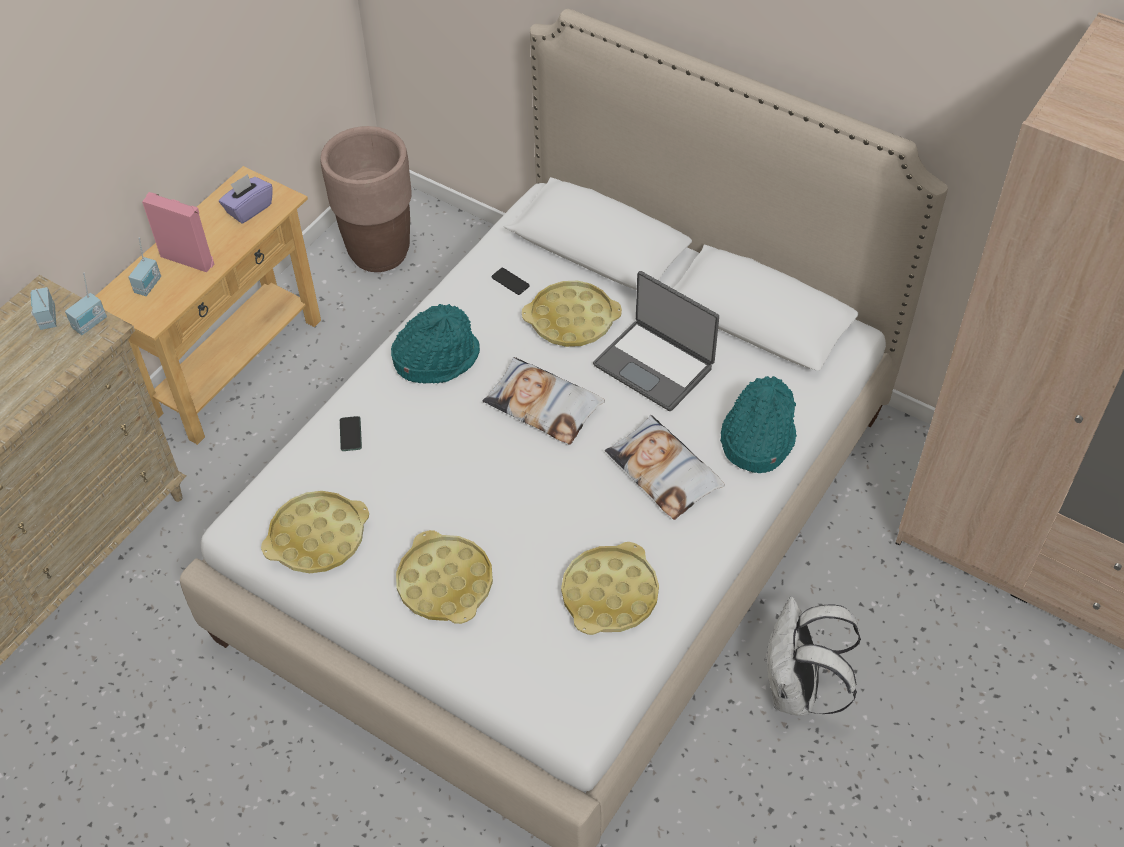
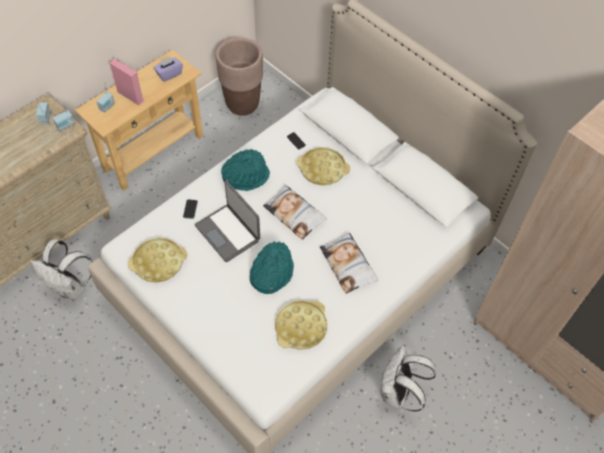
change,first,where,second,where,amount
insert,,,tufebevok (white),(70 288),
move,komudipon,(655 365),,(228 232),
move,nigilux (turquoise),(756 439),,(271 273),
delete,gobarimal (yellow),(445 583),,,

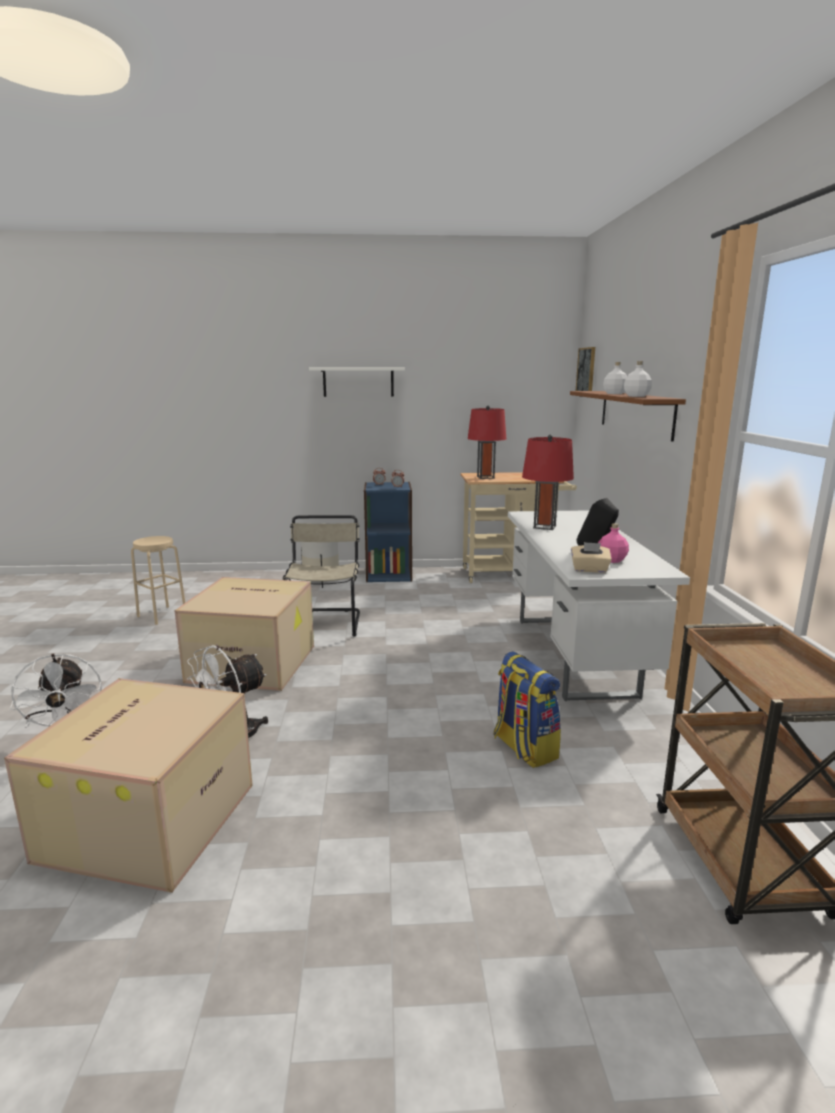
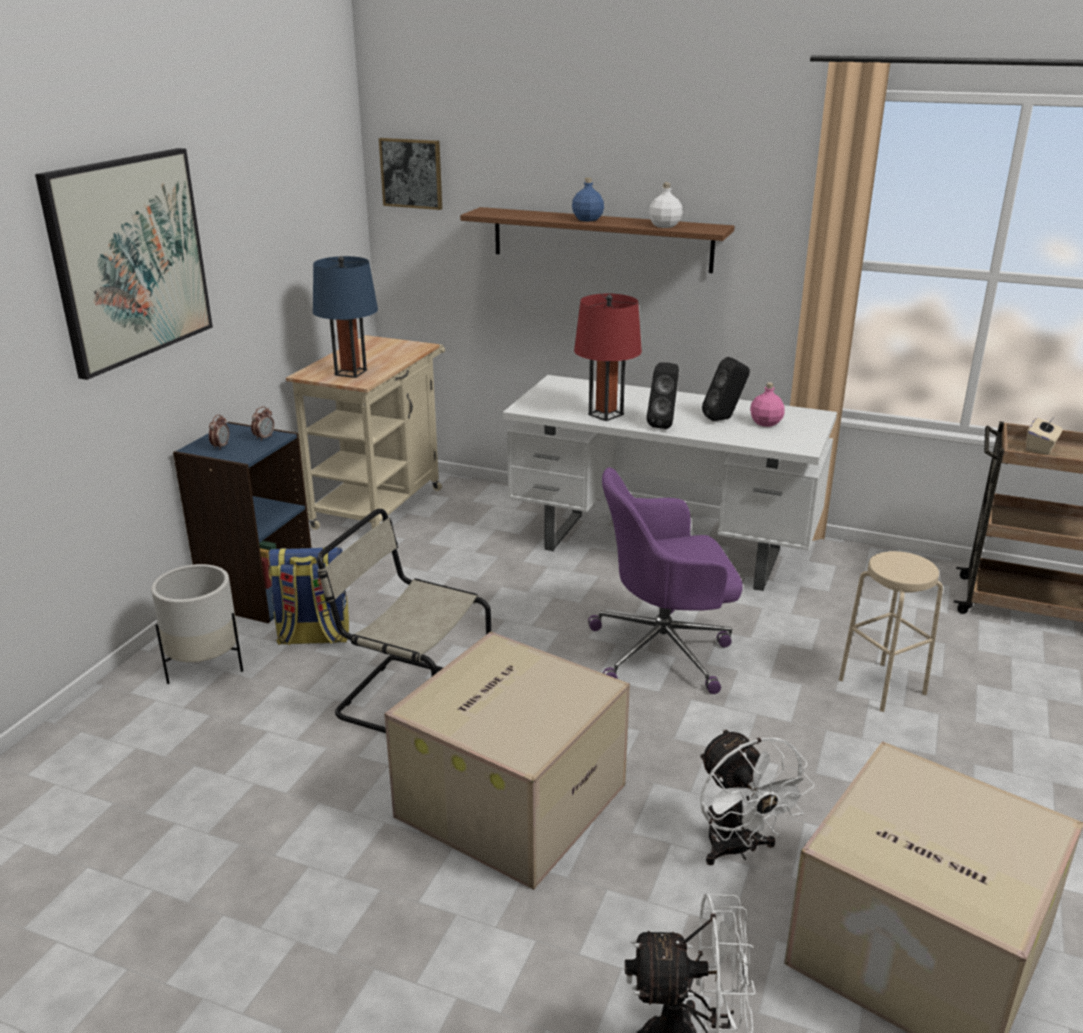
change,first,where,second,where,amount
replace,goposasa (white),(358 381),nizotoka,(129 259),
move,tufebevok,(523 748),,(313 637),
recolor,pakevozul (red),(485 477),pakevozul (blue),(351 372),
recolor,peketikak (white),(615 393),peketikak (blue),(587 219),
insert,,,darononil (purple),(664 650),
insert,,,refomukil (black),(664 424),
move,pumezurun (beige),(162 615),,(882 686),
move,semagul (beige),(589 569),,(1041 447),

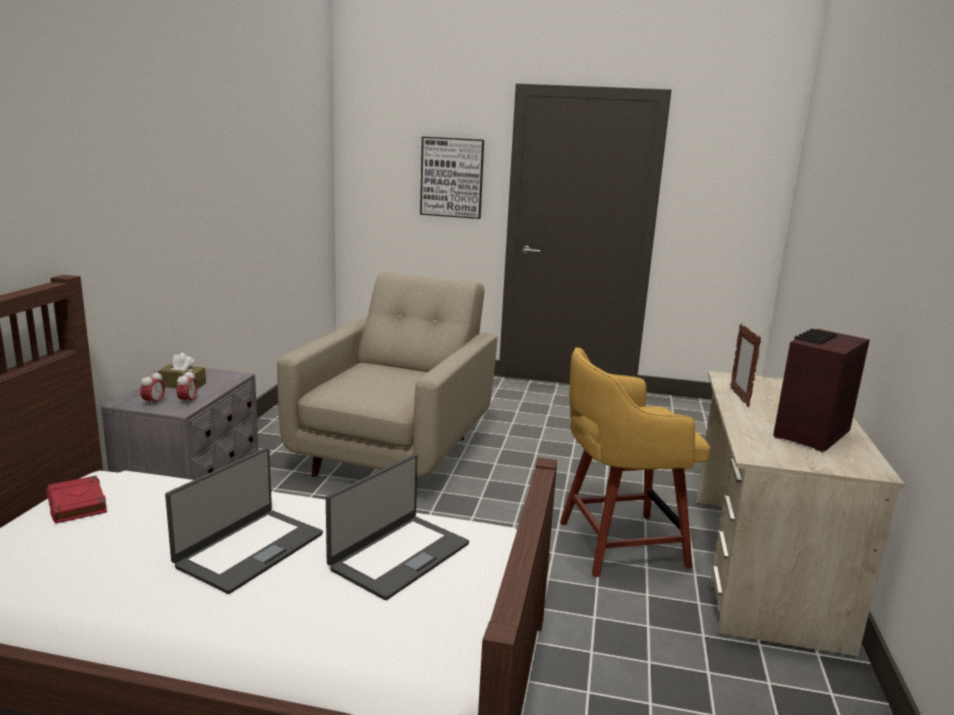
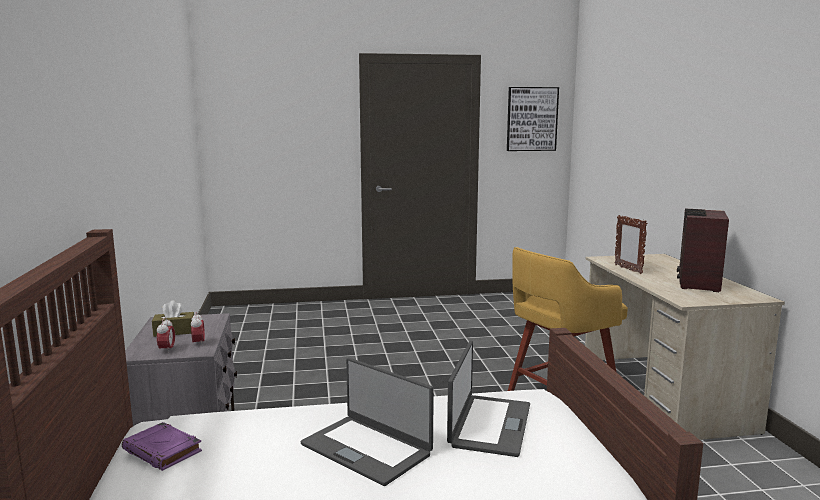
change,first,where,second,where,amount
recolor,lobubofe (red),(77 504),lobubofe (purple),(163 451),
rotate,komudipon,(249 549),,(367 449),120 degrees clockwise
move,nizotoka,(452 177),,(531 119),
delete,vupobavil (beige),(396 451),,,

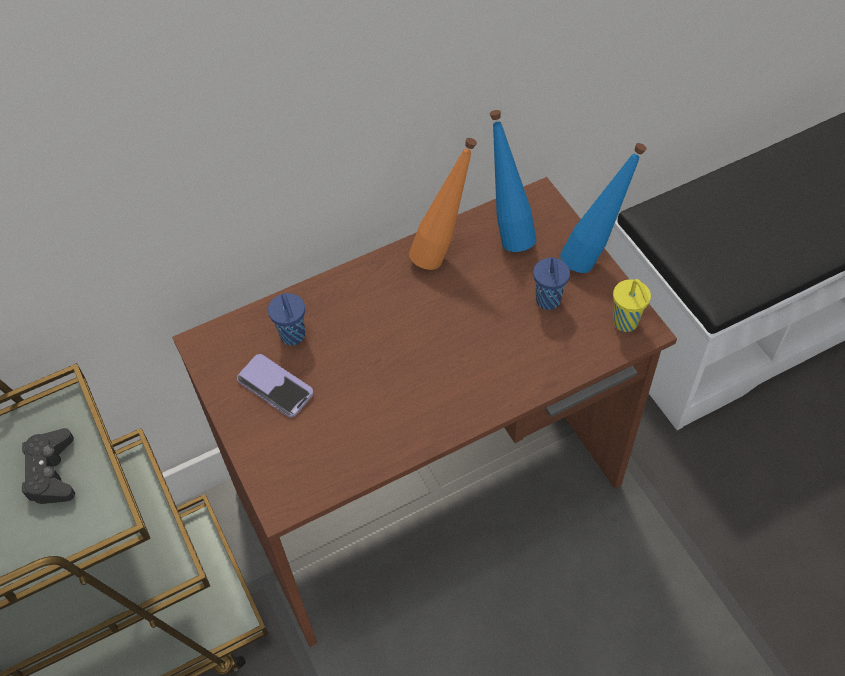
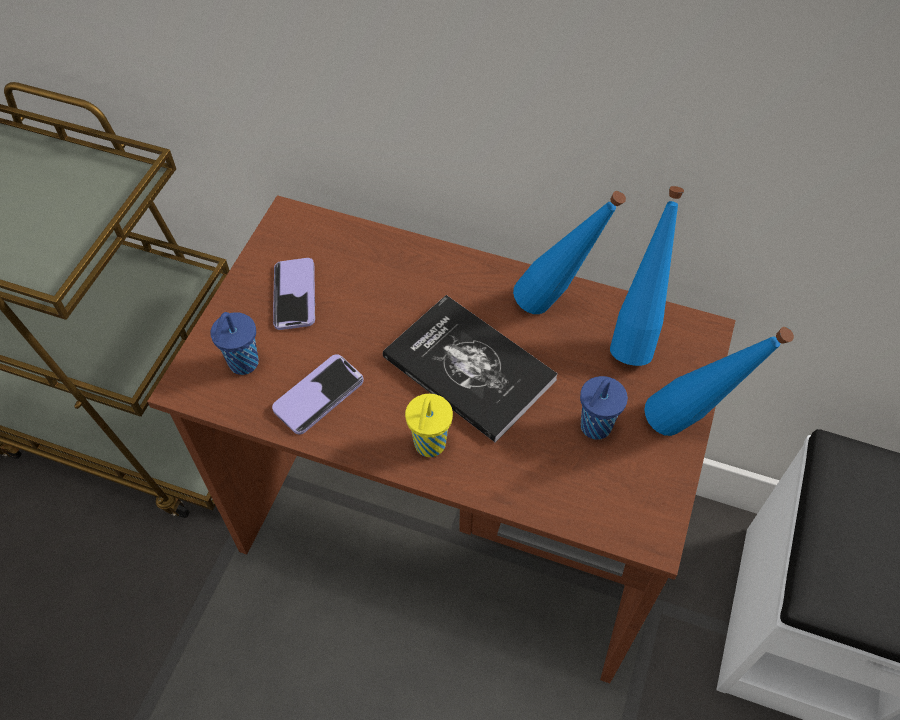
change,first,where,second,where,amount
move,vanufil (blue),(293 337),,(242 364),
insert,,,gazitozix,(319 395),
insert,,,lobubofe,(469 368),
move,vanufil (yellow),(626 323),,(429 446),
recolor,peketikak (orange),(443 252),peketikak (blue),(555 306),
delete,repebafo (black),(51 472),,,

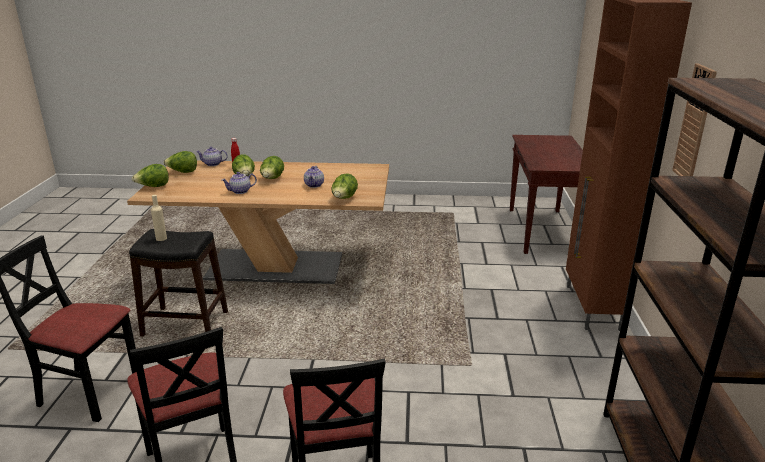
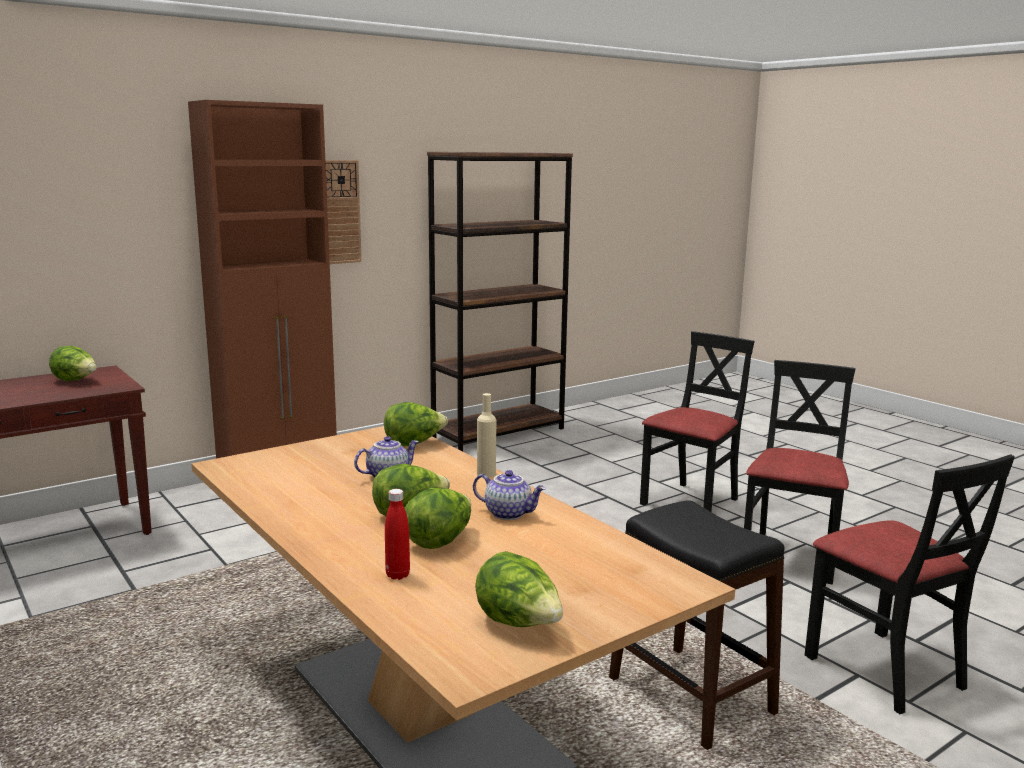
change,first,where,second,where,amount
move,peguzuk,(153 187),,(76 381),
move,peketikak (beige),(161 238),,(486 474),
delete,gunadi,(212 164),,,

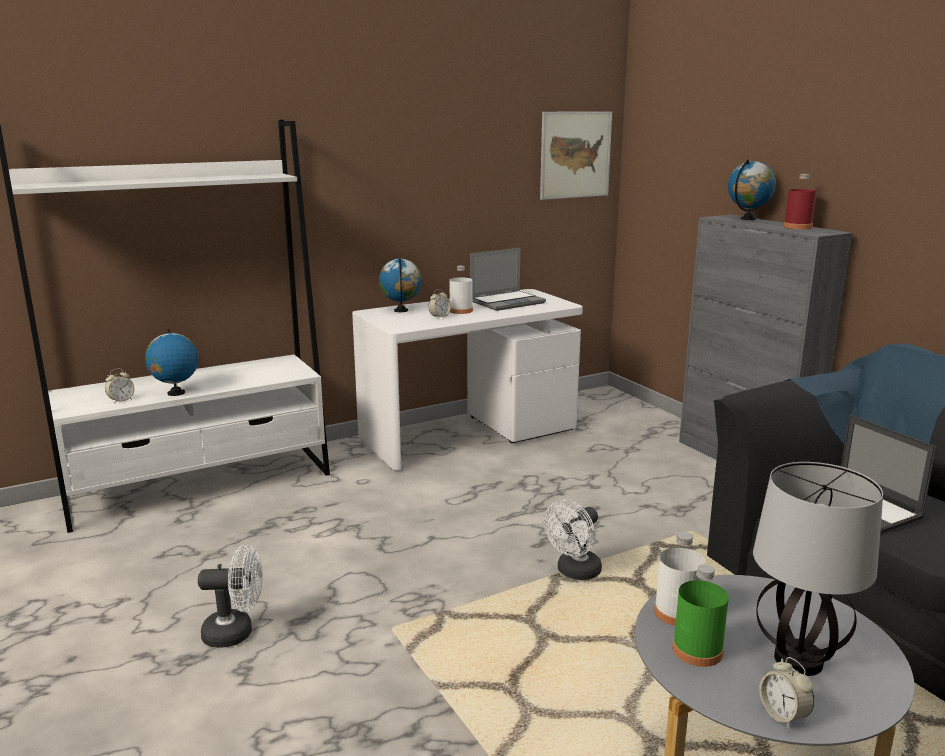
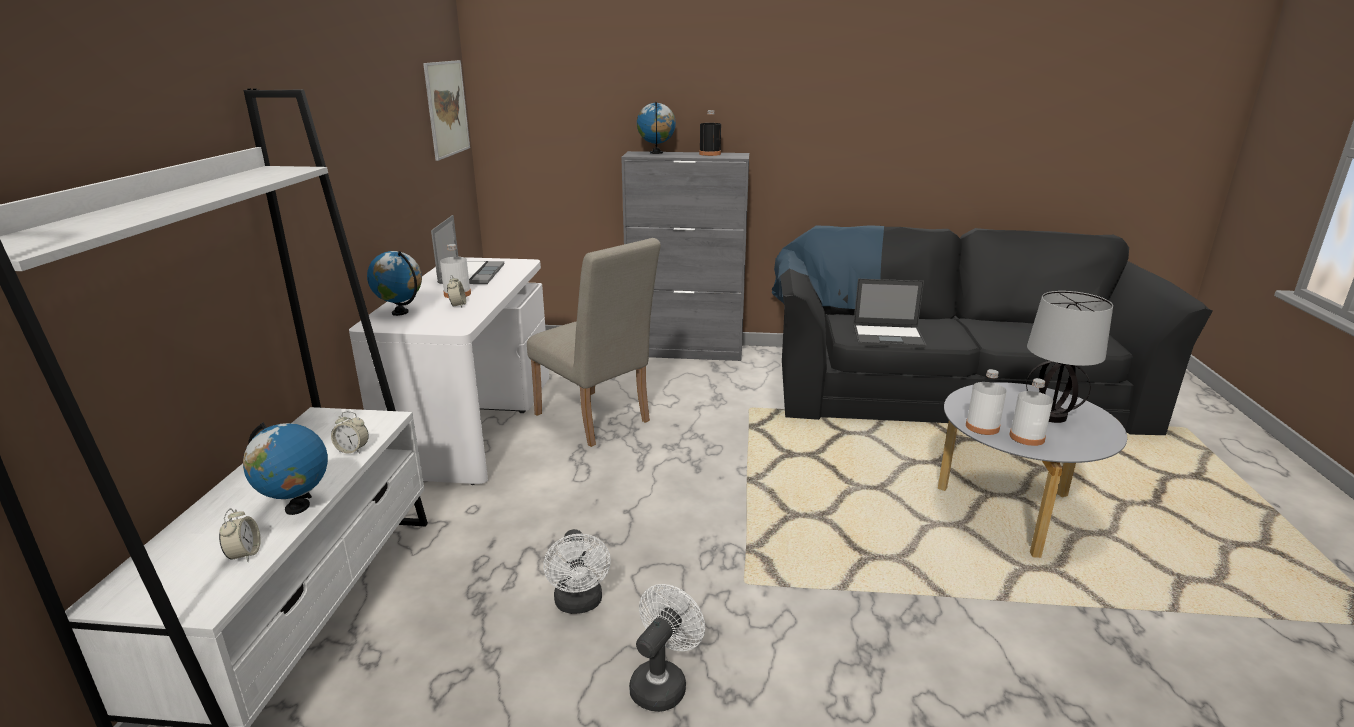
change,first,where,second,where,amount
move,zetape,(783 715),,(352 450),
insert,,,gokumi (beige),(596 421),
move,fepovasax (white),(574 573),,(579 604),
recolor,peketikak (red),(797 227),peketikak (black),(710 154),
recolor,peketikak (green),(697 650),peketikak (white),(1027 437),

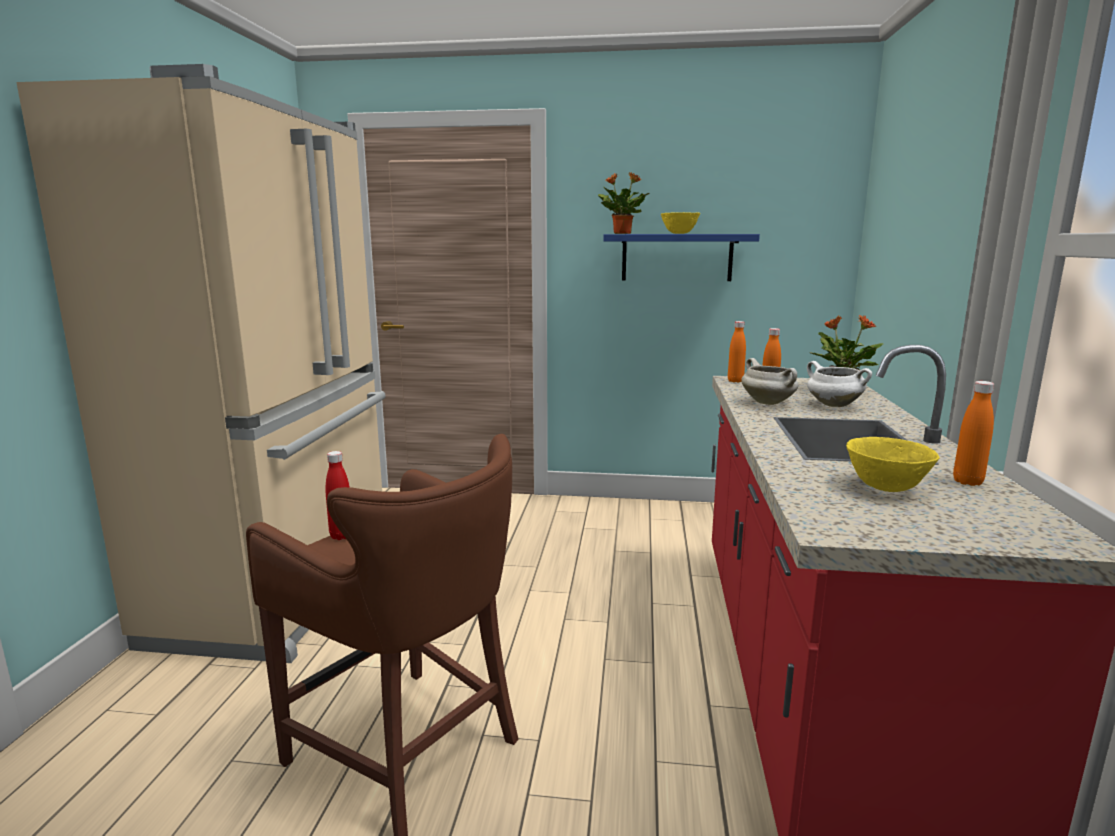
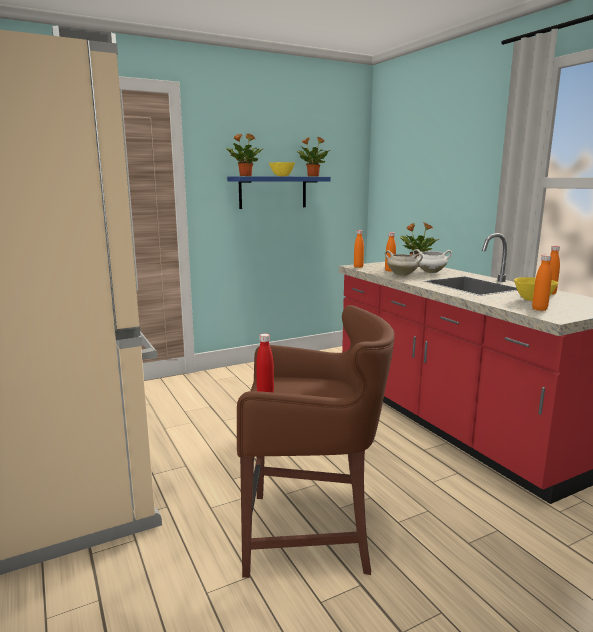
change,first,where,second,where,amount
insert,,,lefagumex,(312 176),
insert,,,peketikak (orange),(539 309),

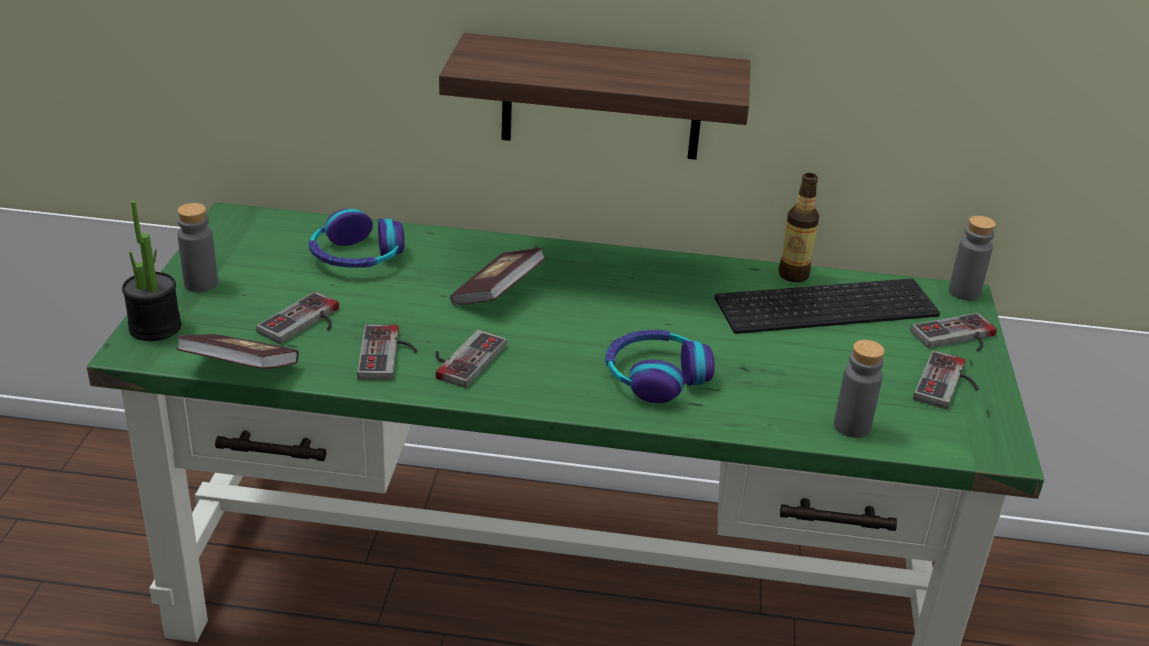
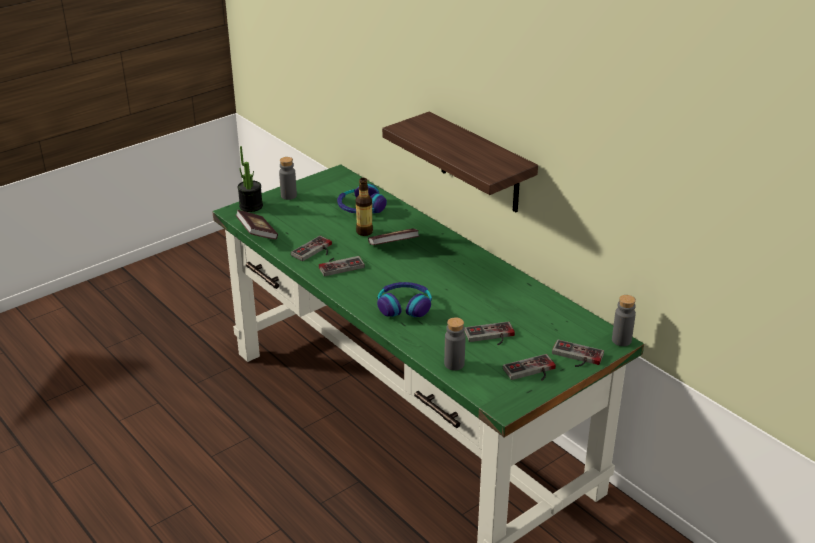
change,first,where,second,where,amount
move,peketikak,(793 275),,(364 232),
move,repebafo,(306 324),,(491 336),
delete,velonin,(827 304),,,

